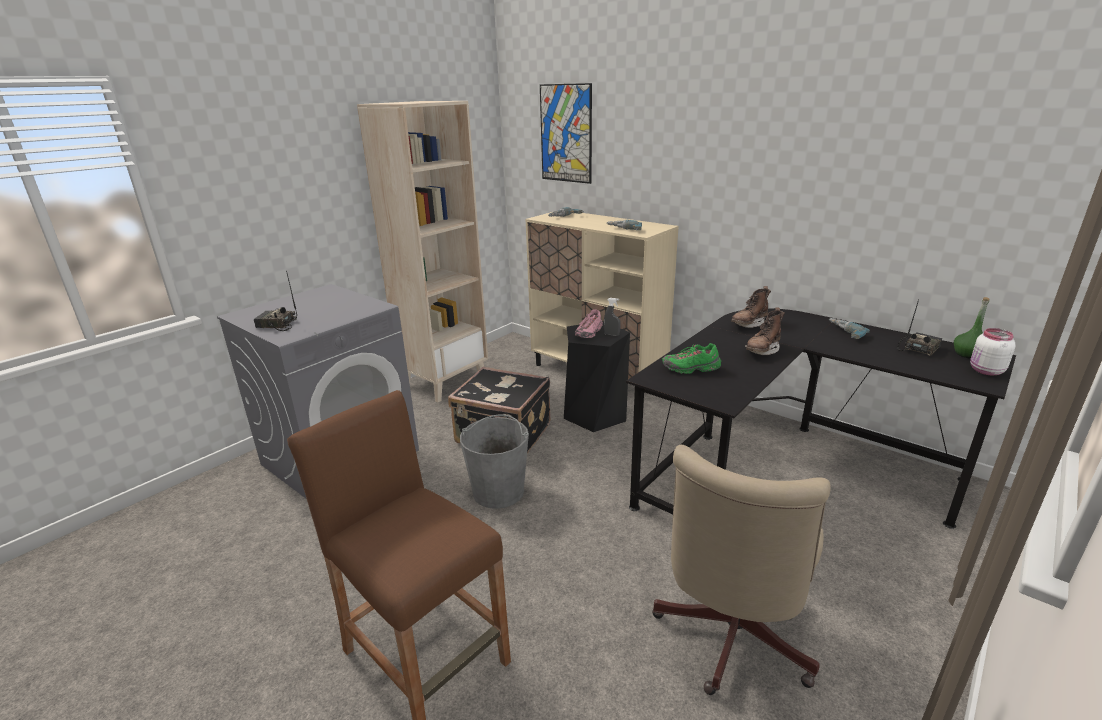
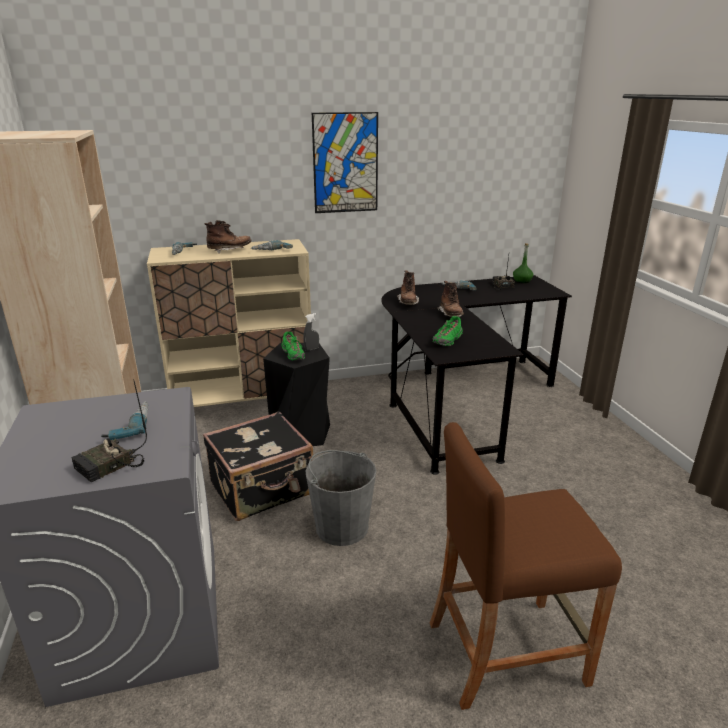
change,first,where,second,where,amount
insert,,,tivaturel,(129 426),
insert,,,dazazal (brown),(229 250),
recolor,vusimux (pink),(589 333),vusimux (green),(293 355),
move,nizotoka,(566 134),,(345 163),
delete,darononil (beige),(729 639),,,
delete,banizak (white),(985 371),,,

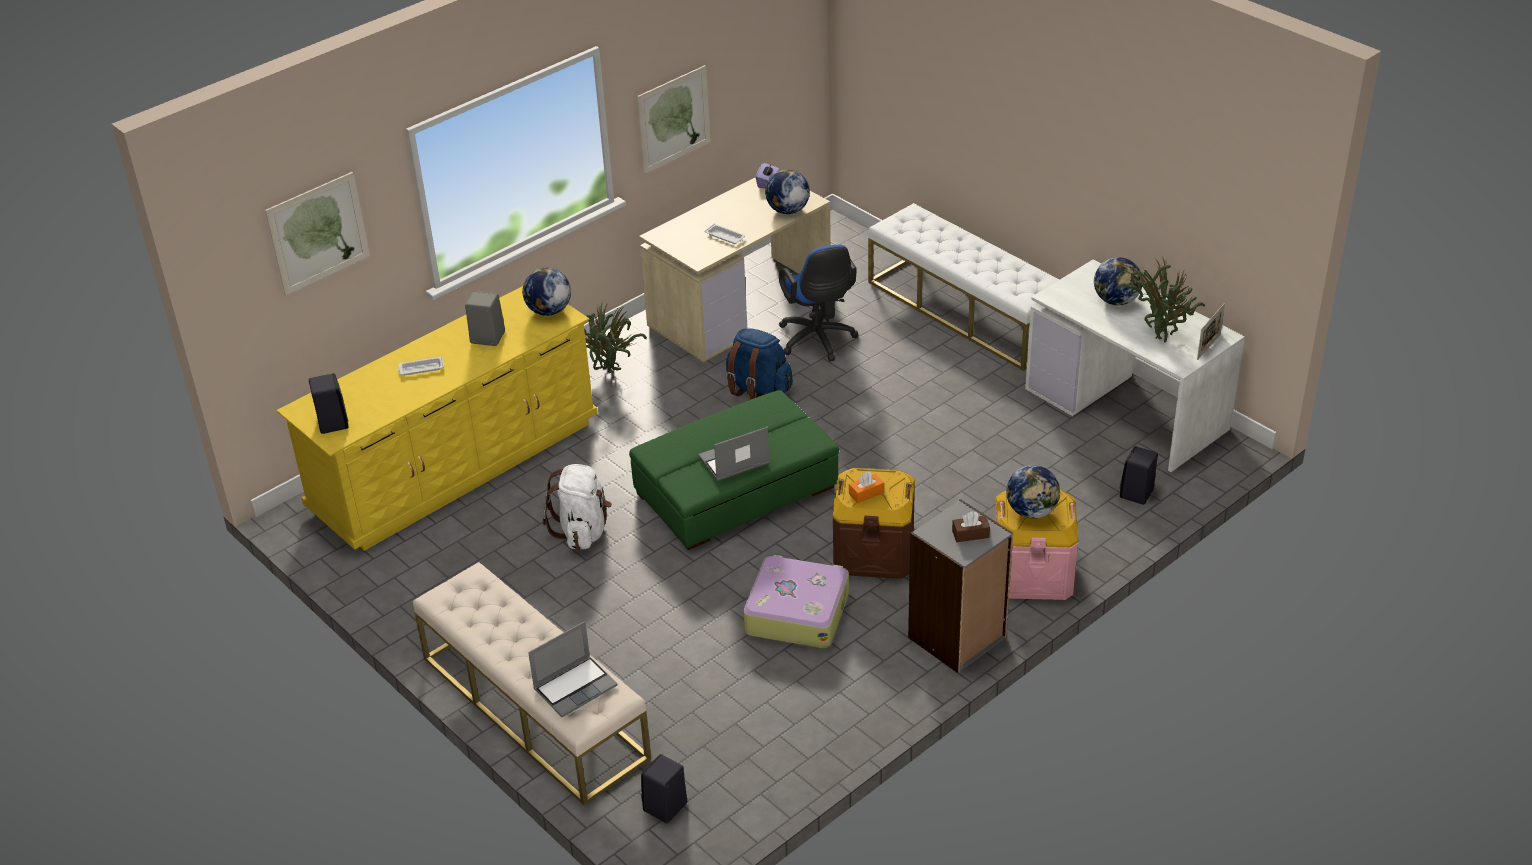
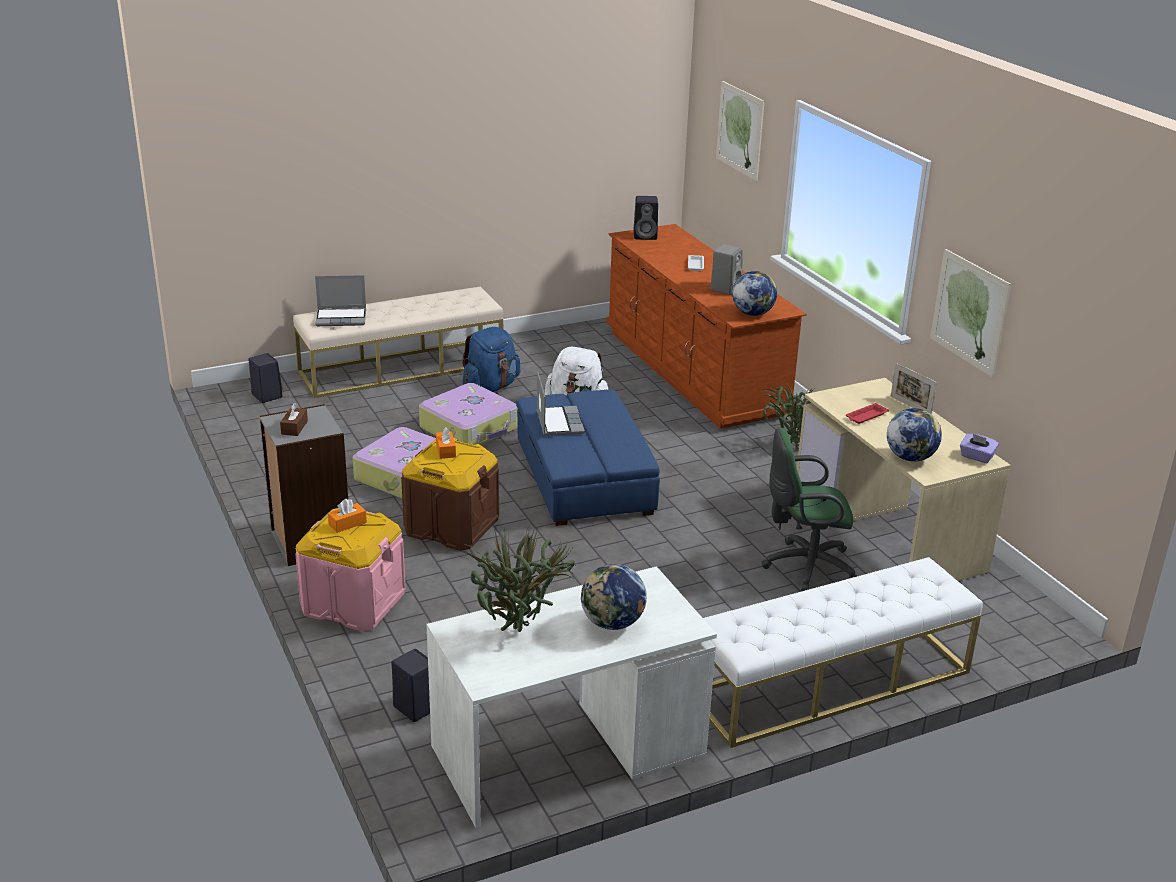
change,first,where,second,where,amount
rotate,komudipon,(575 687),,(342 318),75 degrees counterclockwise
replace,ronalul,(1032 511),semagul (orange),(347 524),
insert,,,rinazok,(470 428),
move,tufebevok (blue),(758 388),,(491 387),
recolor,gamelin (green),(736 491),gamelin (blue),(583 478),
recolor,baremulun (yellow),(455 466),baremulun (brown),(693 372),
recolor,darononil (blue),(818 341),darononil (green),(804 566),
recolor,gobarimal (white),(725 237),gobarimal (red),(866 416),
move,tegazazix,(1208 346),,(910 406),

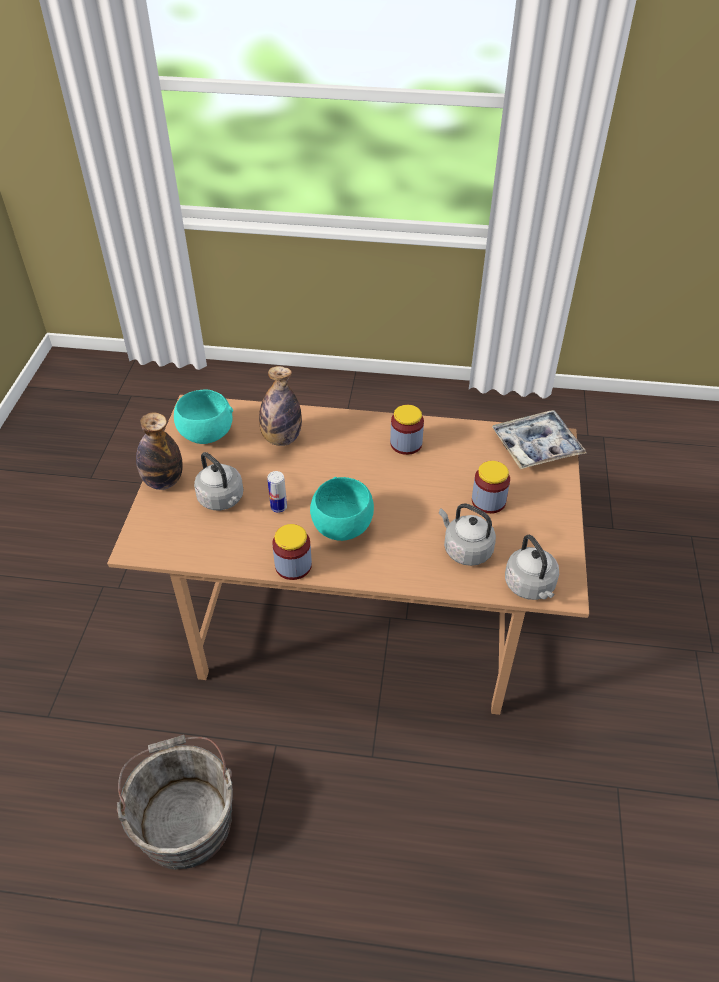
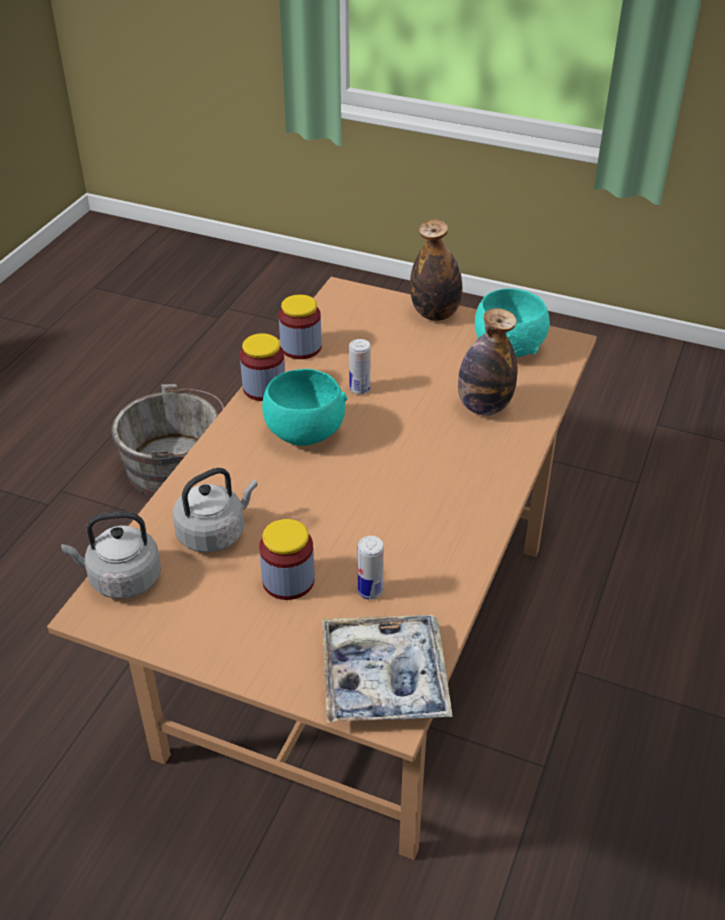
change,first,where,second,where,amount
move,banizak,(406 444),,(301 347),
insert,,,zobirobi,(370 591),
delete,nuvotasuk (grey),(222 500),,,

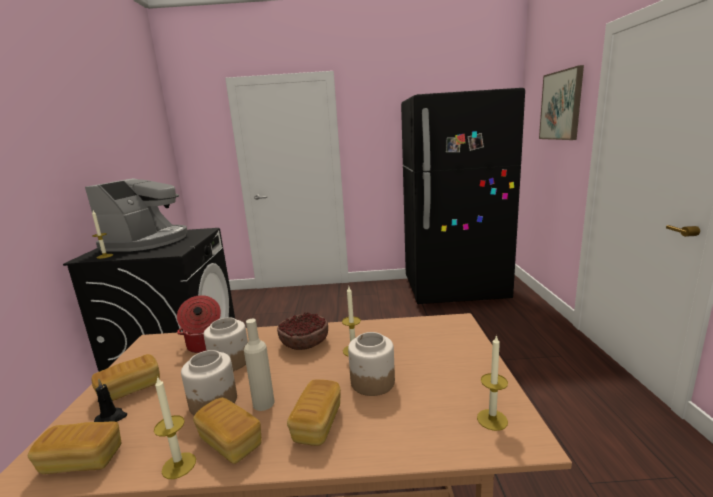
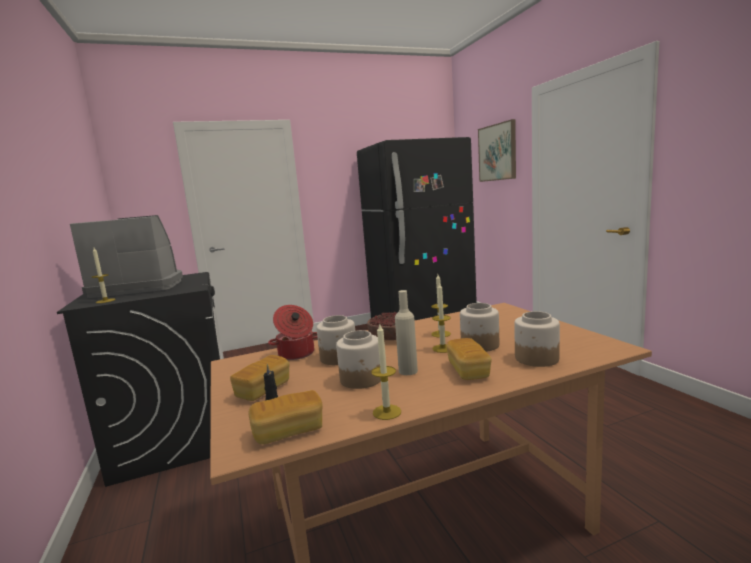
change,first,where,second,where,amount
rotate,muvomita,(148 241),,(139 287),90 degrees counterclockwise
move,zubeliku,(492 419),,(443 348),
insert,,,banizak,(536 358),
delete,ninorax,(230 442),,,

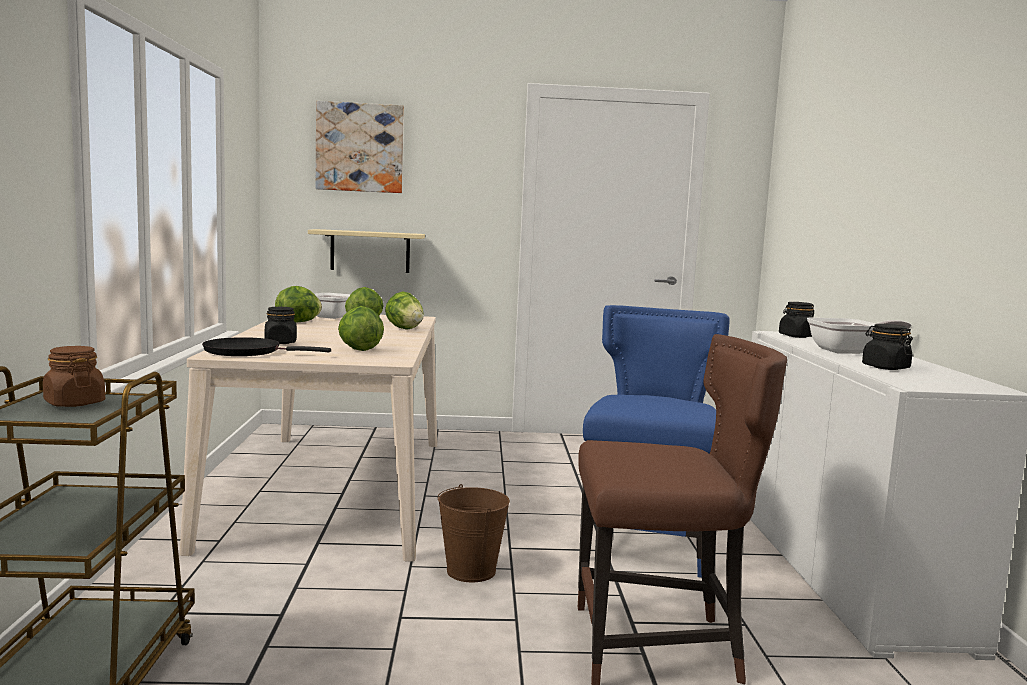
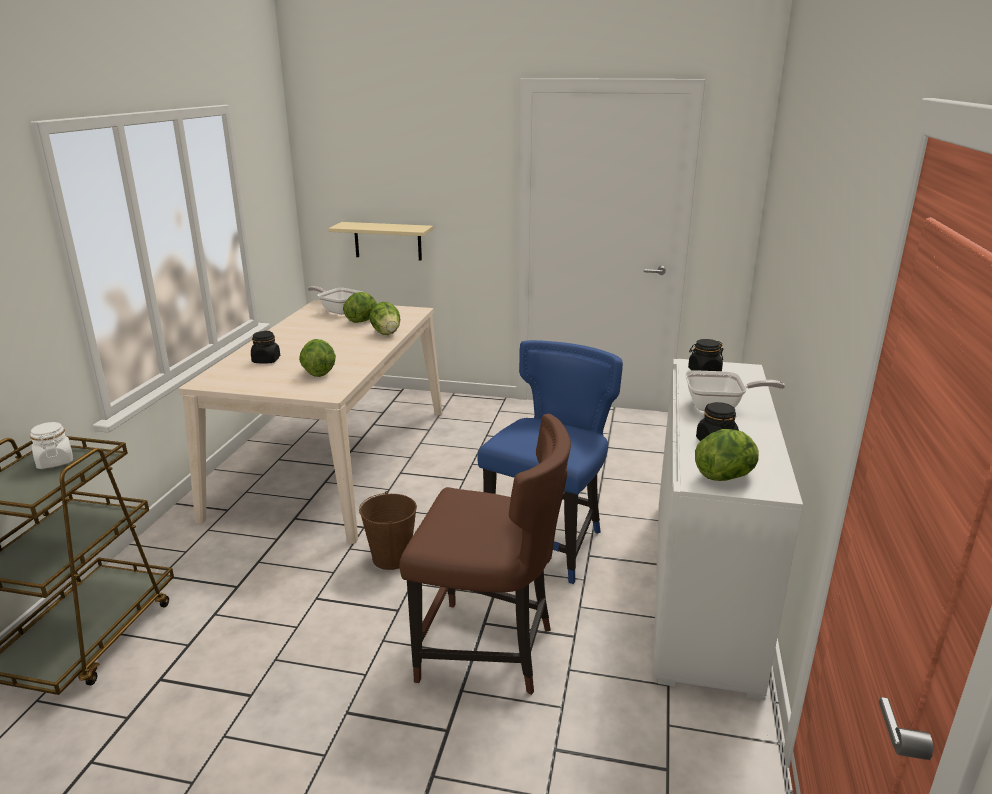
change,first,where,second,where,amount
recolor,banizak (brown),(74 403),banizak (white),(55 461),
move,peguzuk,(299 322),,(726 476),
delete,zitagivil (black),(247 352),,,
delete,nizotoka,(360 148),,,

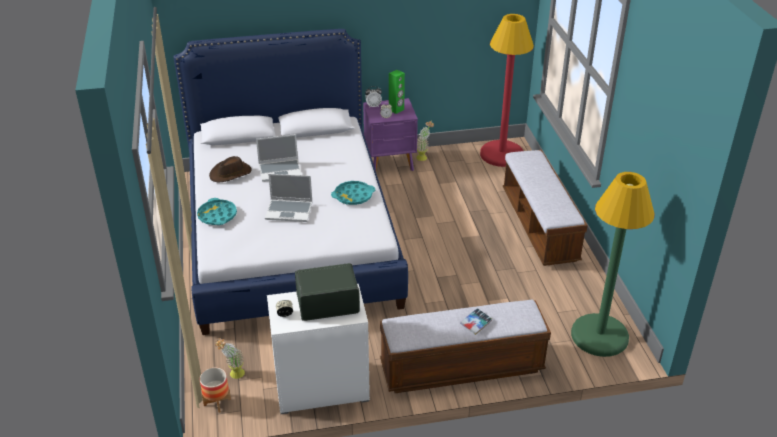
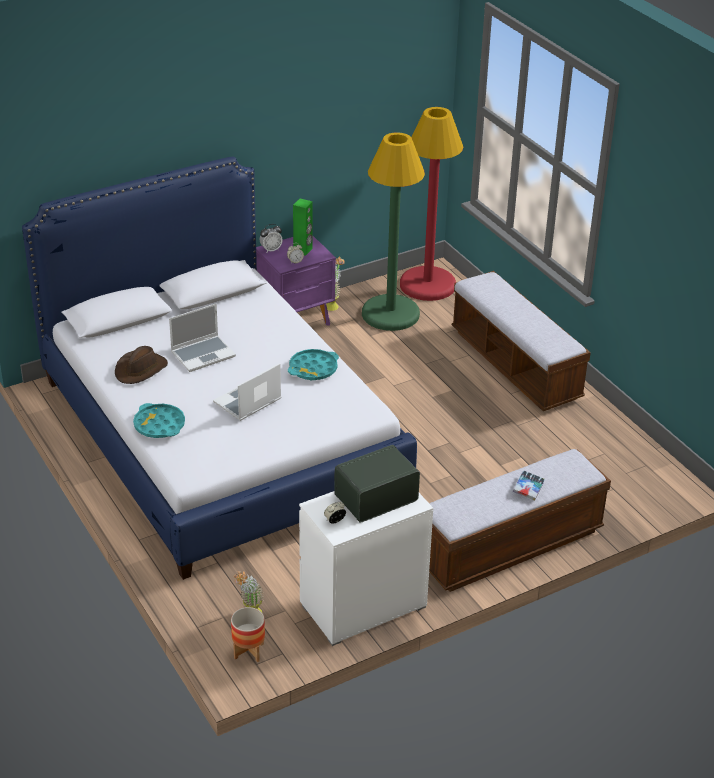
change,first,where,second,where,amount
rotate,komudipon,(290 211),,(247 402),150 degrees clockwise
move,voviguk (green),(599 336),,(390 314),

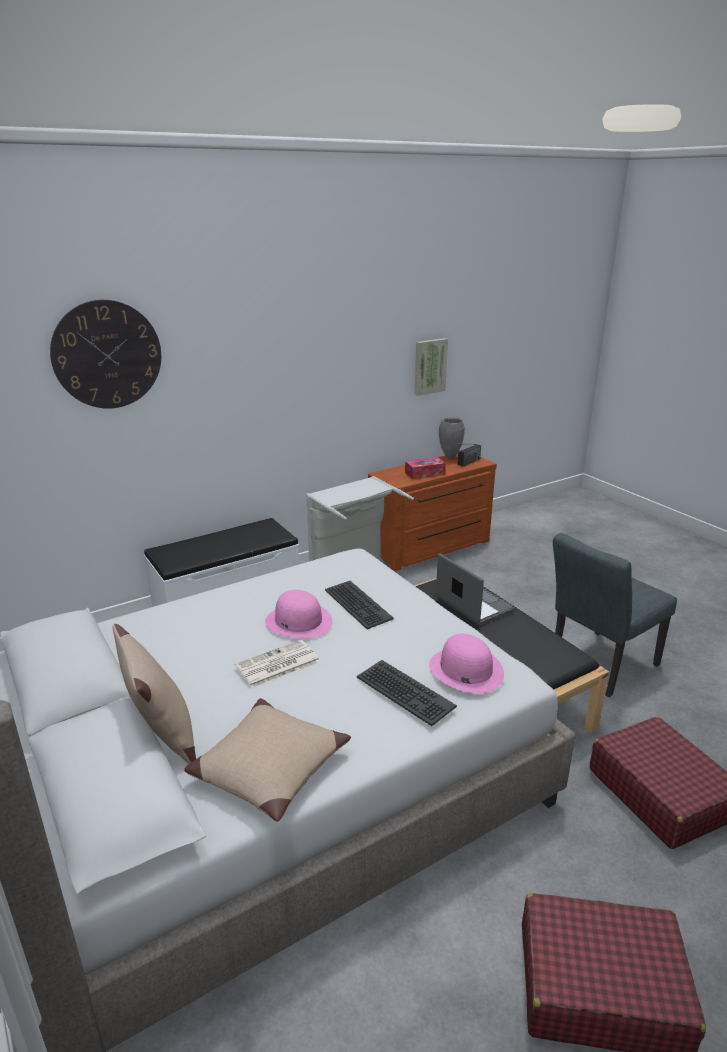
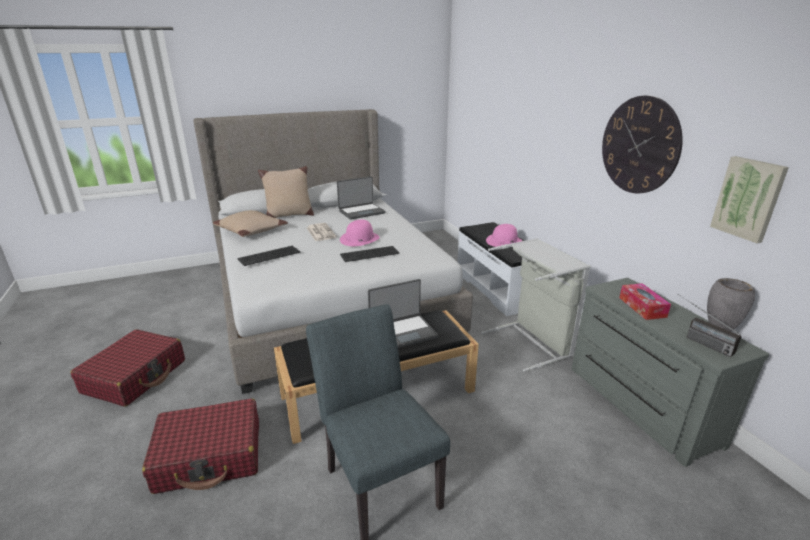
change,first,where,second,where,amount
insert,,,komudipon,(361 212),
move,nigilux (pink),(465 669),,(504 241),
recolor,baremulun (brown),(431 548),baremulun (grey),(638 405),
move,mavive,(107 355),,(639 145),

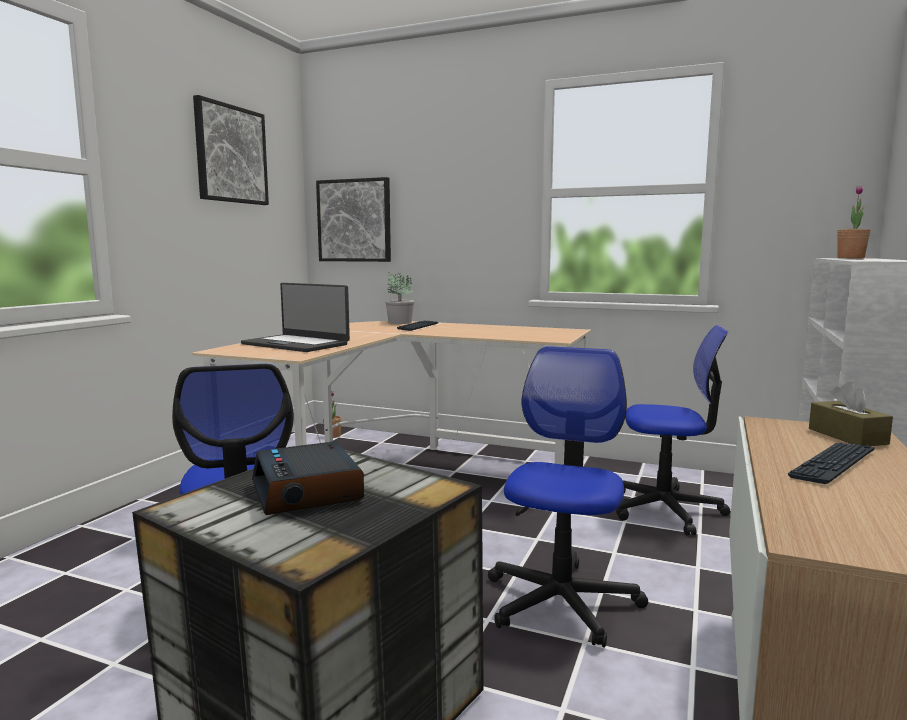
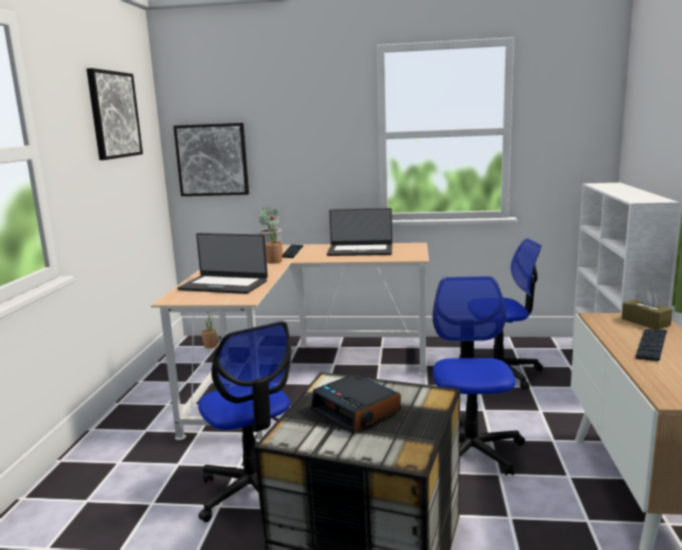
change,first,where,second,where,amount
move,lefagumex,(850 258),,(274 261),
insert,,,komudipon,(360 251),

